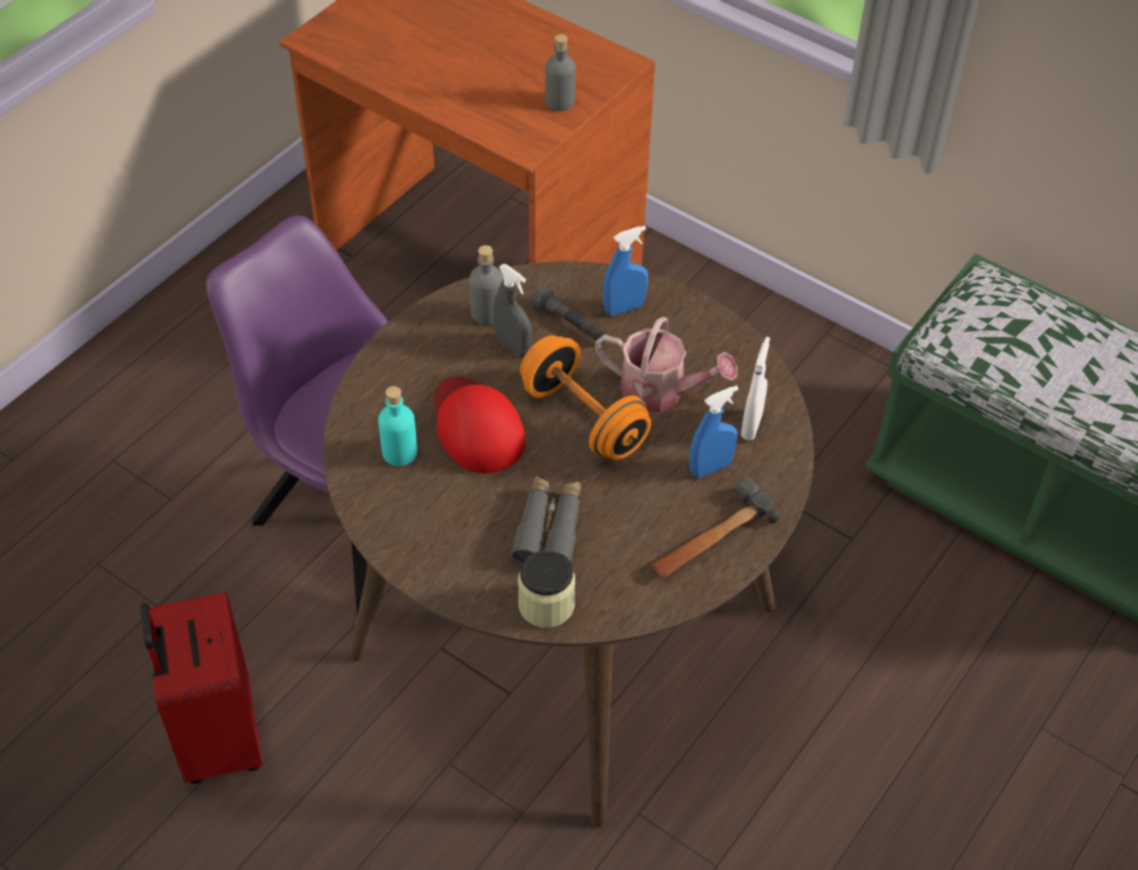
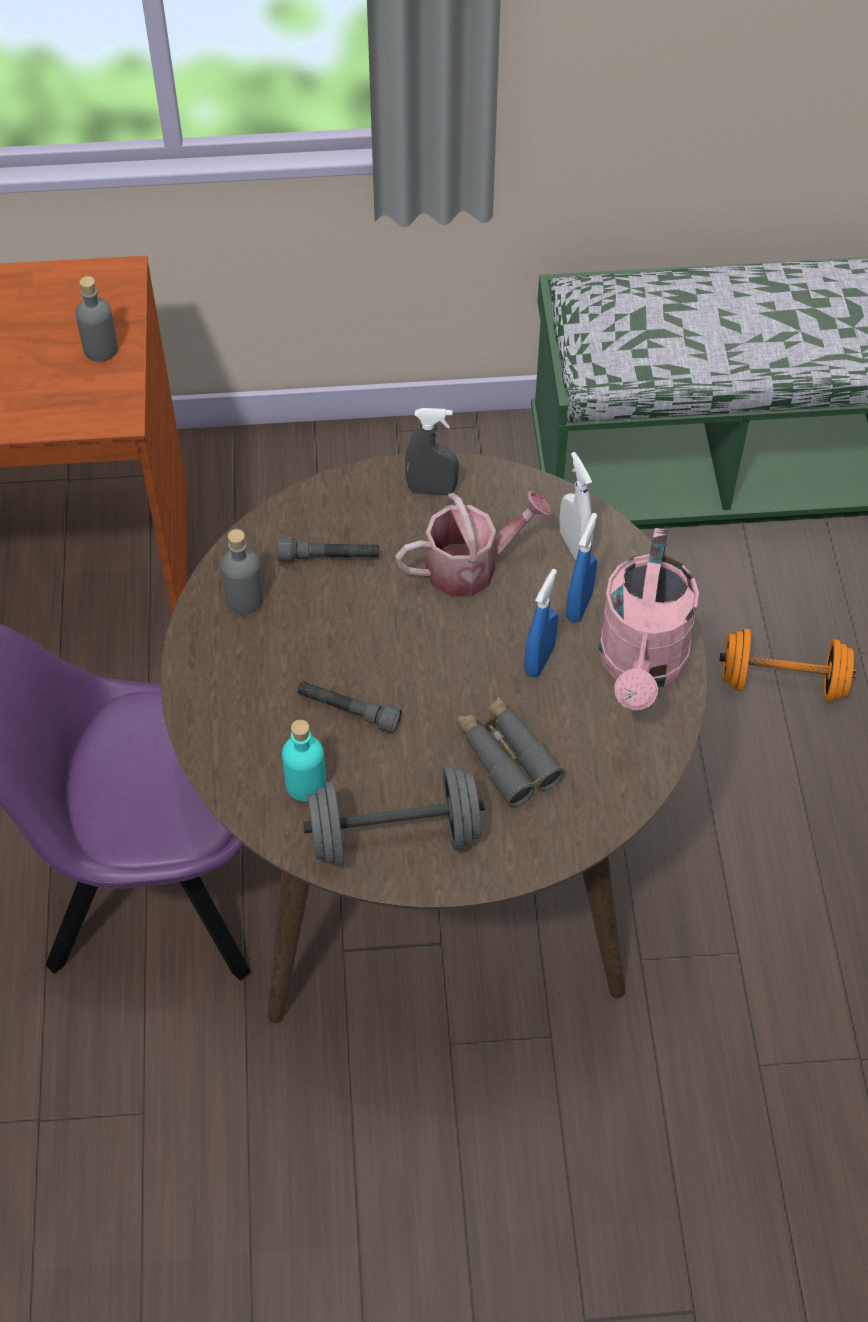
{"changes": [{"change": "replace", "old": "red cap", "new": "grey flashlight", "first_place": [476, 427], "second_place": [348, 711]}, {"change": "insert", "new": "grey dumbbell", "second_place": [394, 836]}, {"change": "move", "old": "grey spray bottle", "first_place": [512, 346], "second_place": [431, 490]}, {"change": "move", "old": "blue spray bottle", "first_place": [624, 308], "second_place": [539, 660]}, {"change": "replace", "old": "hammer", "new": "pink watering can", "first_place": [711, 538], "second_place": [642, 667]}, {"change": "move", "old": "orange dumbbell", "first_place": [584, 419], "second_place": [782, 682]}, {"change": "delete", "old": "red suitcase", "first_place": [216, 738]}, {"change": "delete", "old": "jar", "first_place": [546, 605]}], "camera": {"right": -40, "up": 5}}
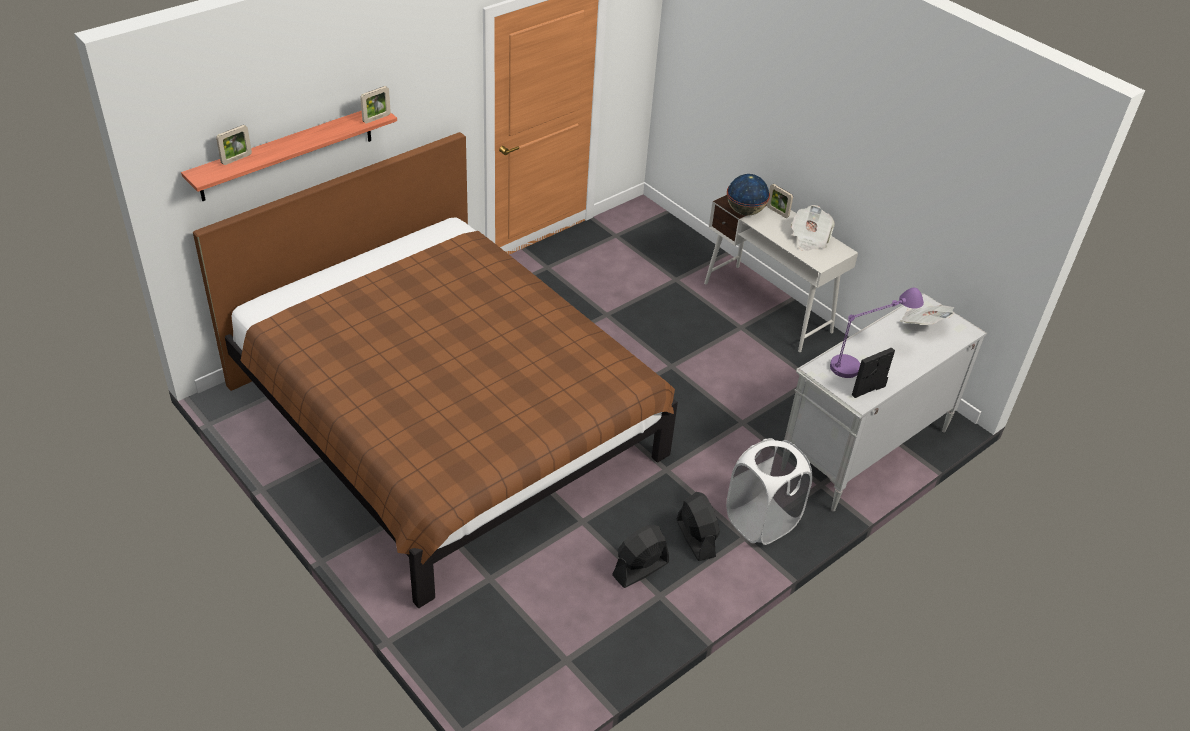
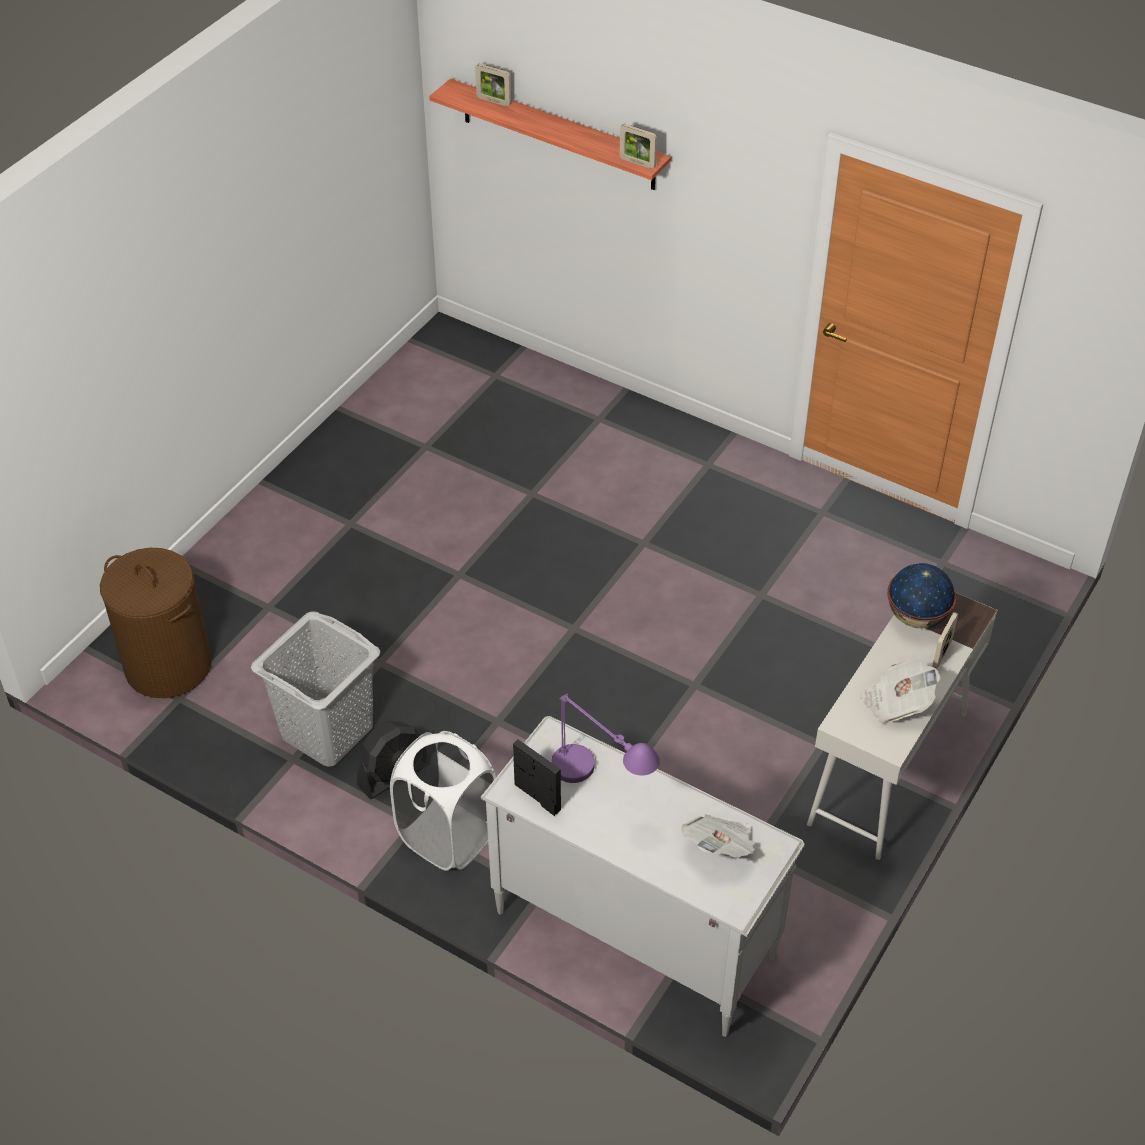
{"changes": [{"change": "insert", "new": "brown laundry basket", "second_place": [167, 666]}, {"change": "replace", "old": "black fan", "new": "grey laundry basket", "first_place": [640, 569], "second_place": [326, 732]}, {"change": "delete", "old": "brown bed", "first_place": [444, 422]}], "camera": {"right": 75, "up": 5}}
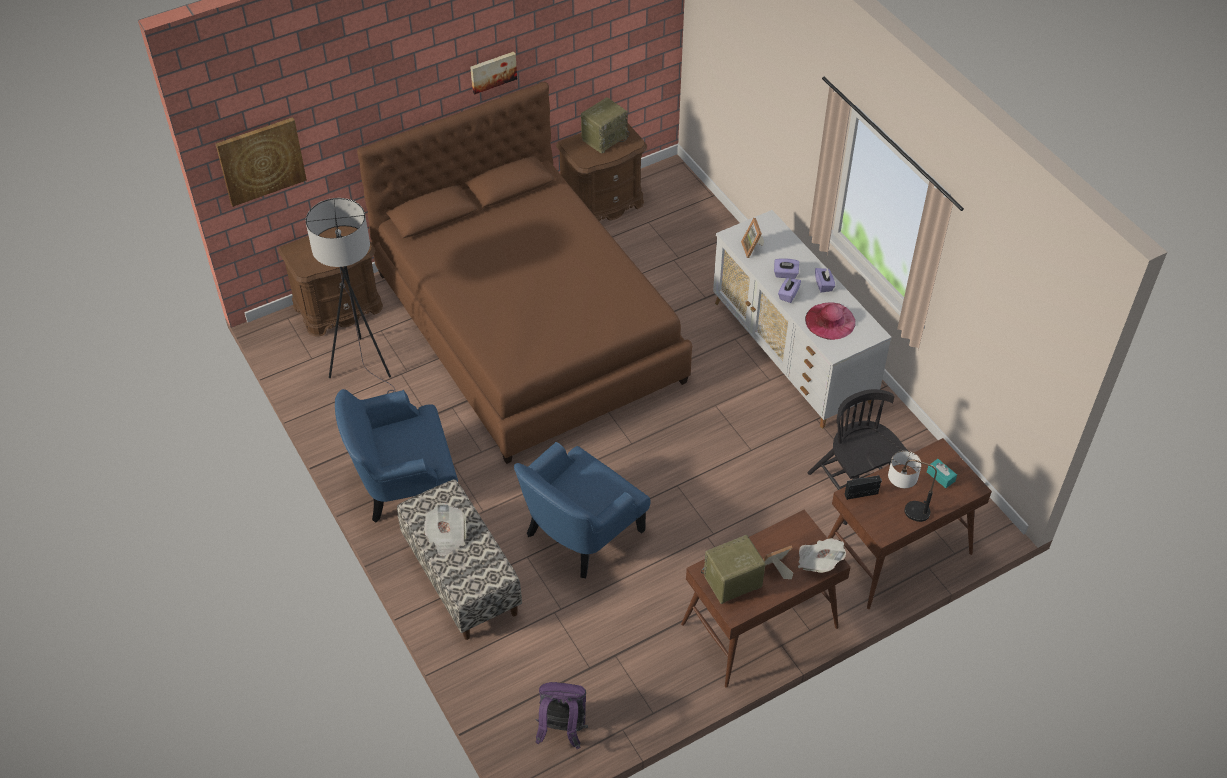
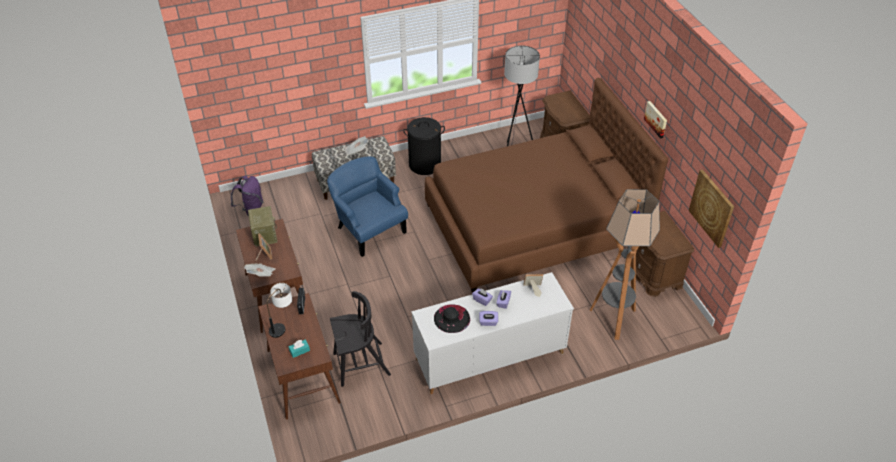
{"changes": [{"change": "replace", "old": "blue armchair", "new": "black laundry basket", "first_place": [403, 483], "second_place": [425, 164]}, {"change": "recolor", "old": "pink hat", "new": "black hat", "first_place": [830, 321], "second_place": [452, 318]}, {"change": "insert", "new": "floor lamp", "second_place": [613, 319]}, {"change": "move", "old": "picture", "first_place": [261, 160], "second_place": [712, 208]}, {"change": "delete", "old": "radio", "first_place": [604, 138]}], "camera": {"right": 100, "up": -5}}
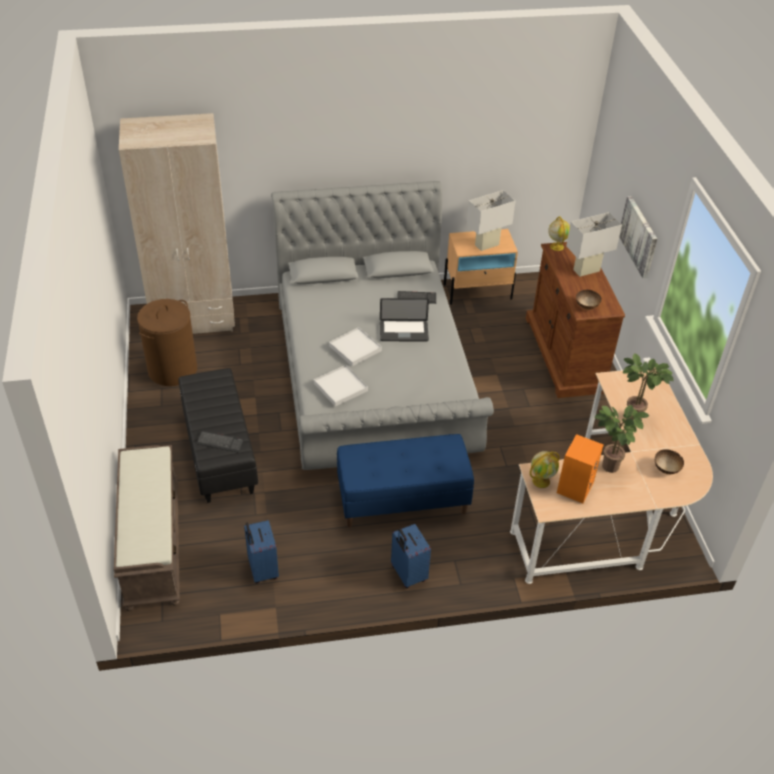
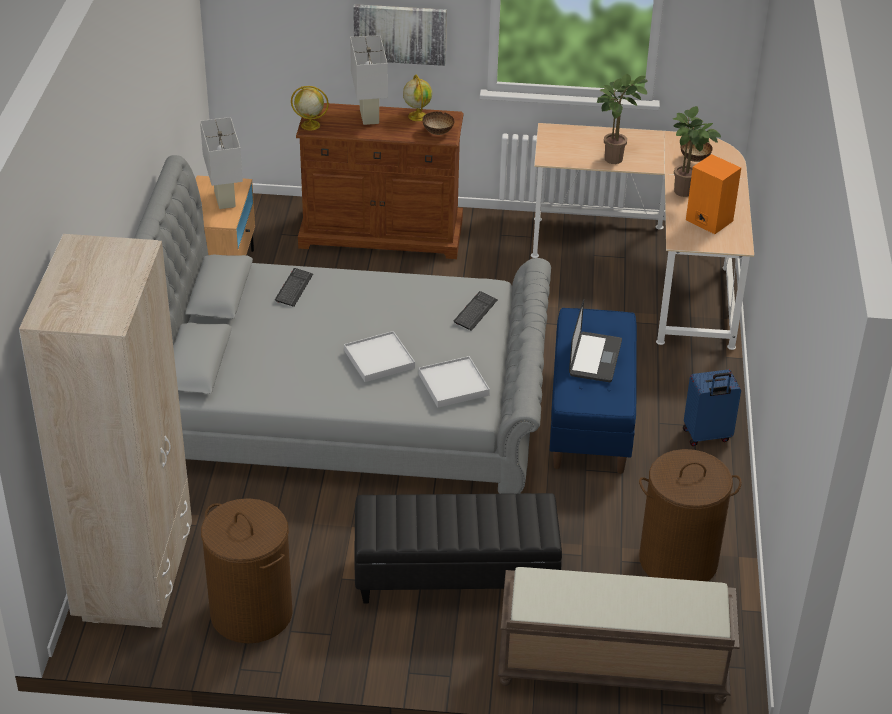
{"changes": [{"change": "move", "old": "globe", "first_place": [541, 481], "second_place": [417, 116]}, {"change": "move", "old": "keyboard", "first_place": [220, 442], "second_place": [475, 312]}, {"change": "move", "old": "laptop", "first_place": [403, 332], "second_place": [595, 358]}, {"change": "replace", "old": "blue suitcase", "new": "brown laundry basket", "first_place": [262, 570], "second_place": [678, 561]}], "camera": {"right": -75, "up": -5}}
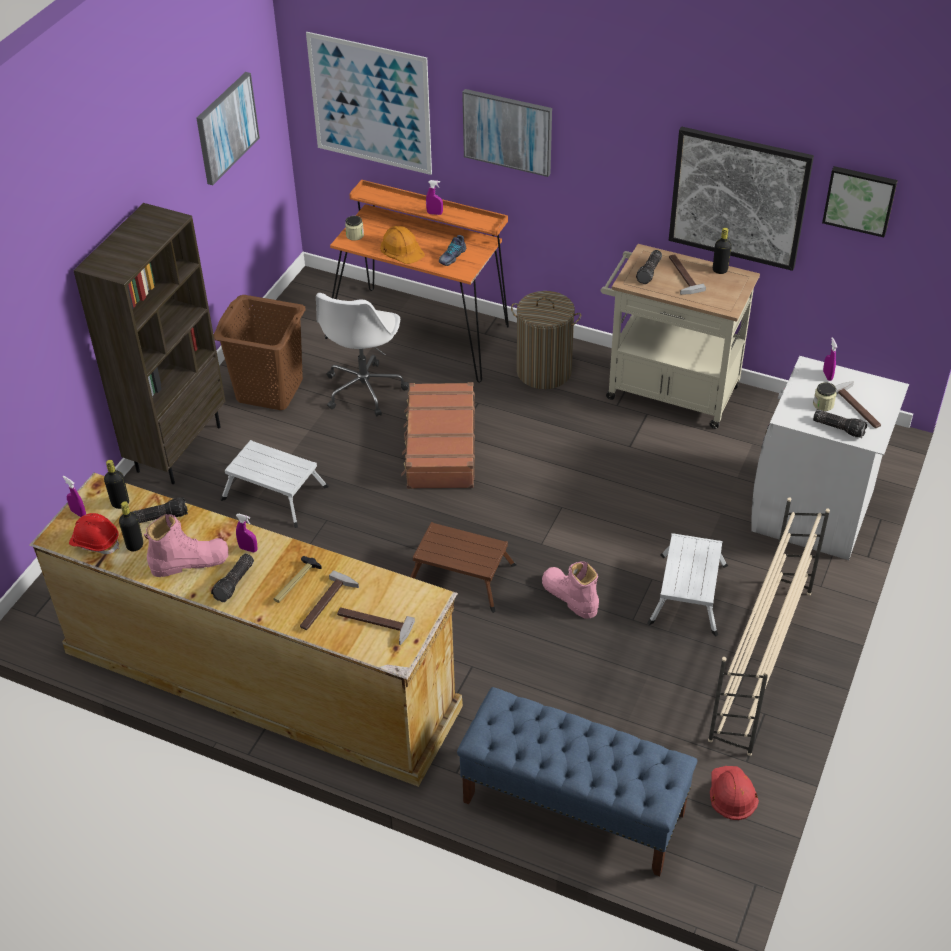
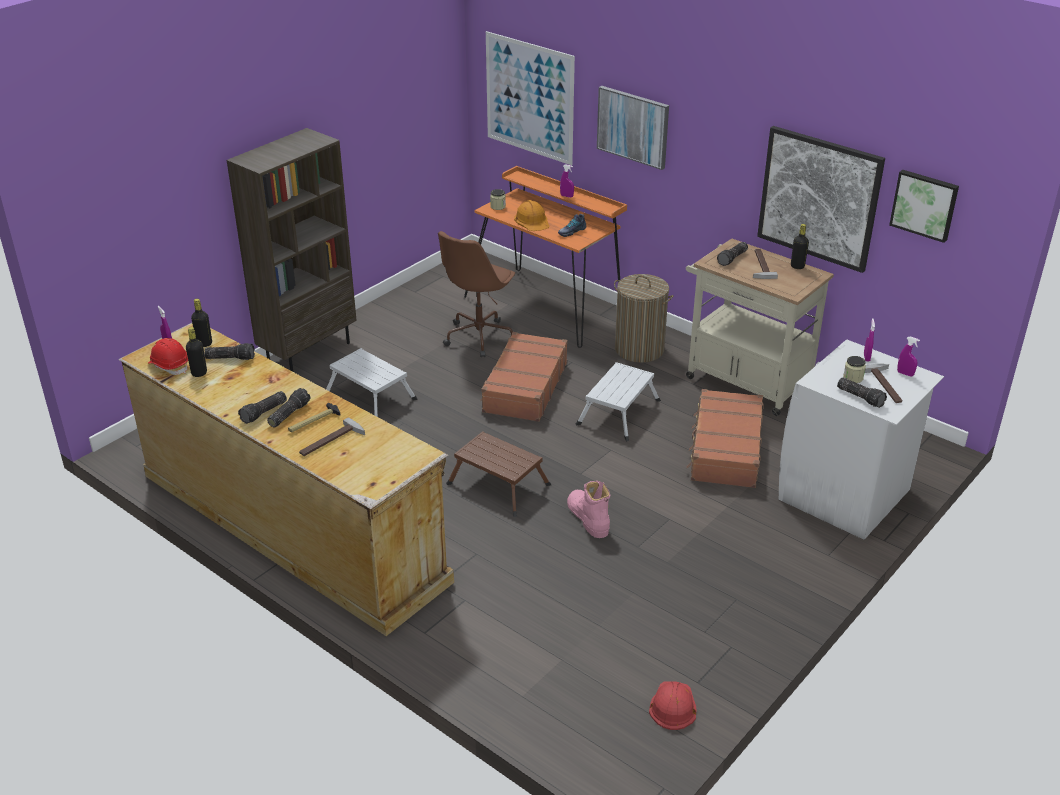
{"changes": [{"change": "insert", "new": "flashlight", "second_place": [288, 414]}, {"change": "recolor", "old": "white office chair", "new": "brown office chair", "first_place": [363, 392], "second_place": [478, 338]}, {"change": "move", "old": "white step ladder", "first_place": [688, 593], "second_place": [619, 412]}, {"change": "insert", "new": "brown suitcase", "second_place": [725, 449]}, {"change": "move", "old": "purple spray bottle", "first_place": [248, 549], "second_place": [905, 374]}, {"change": "delete", "old": "pink boot", "first_place": [190, 562]}, {"change": "delete", "old": "picture", "first_place": [226, 127]}, {"change": "delete", "old": "brown laundry basket", "first_place": [269, 390]}, {"change": "delete", "old": "hammer", "first_place": [373, 624]}, {"change": "delete", "old": "blue bench", "first_place": [572, 807]}, {"change": "delete", "old": "beige shoe rack", "first_place": [760, 664]}], "camera": {"right": 15, "up": -10}}
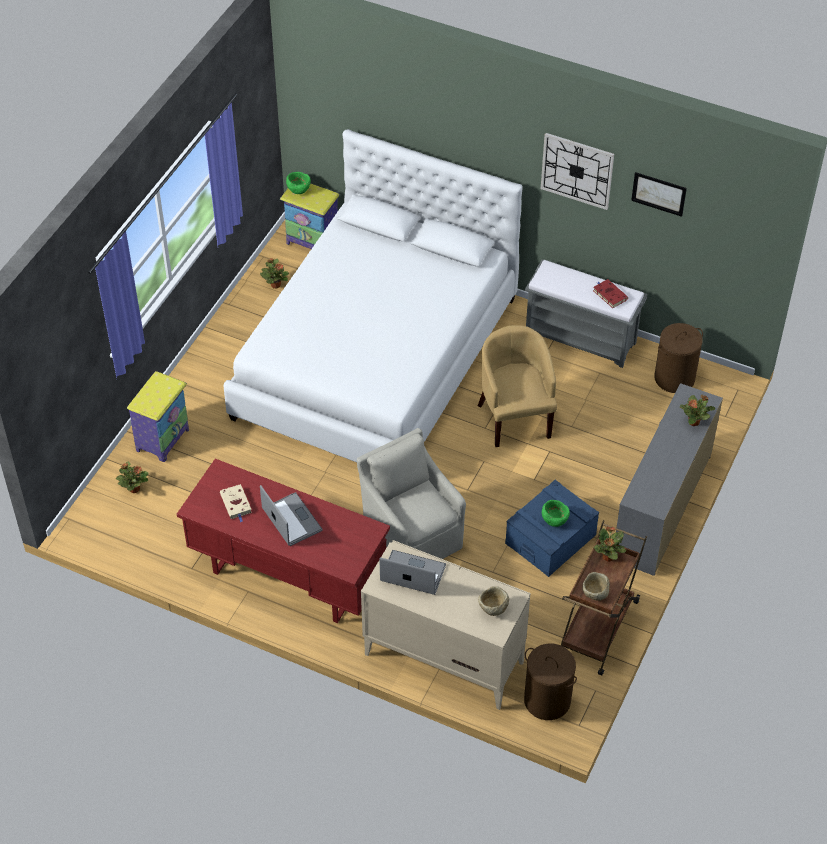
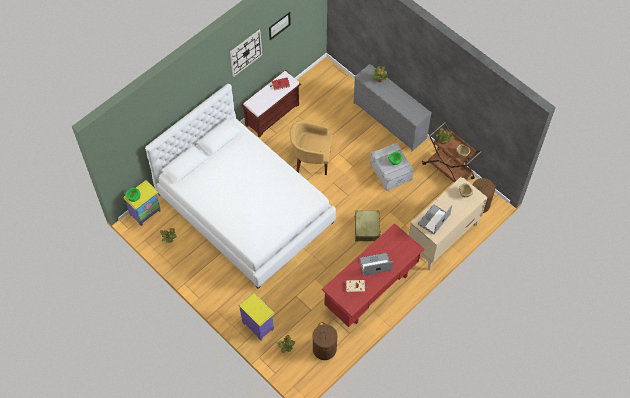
{"changes": [{"change": "recolor", "old": "grey bench", "new": "brown bench", "first_place": [582, 338], "second_place": [272, 114]}, {"change": "move", "old": "brown laundry basket", "first_place": [674, 378], "second_place": [324, 348]}, {"change": "replace", "old": "beige armchair", "new": "beige suitcase", "first_place": [411, 536], "second_place": [366, 228]}, {"change": "recolor", "old": "blue storage box", "new": "grey storage box", "first_place": [550, 539], "second_place": [391, 171]}], "camera": {"right": -70, "up": 10}}
